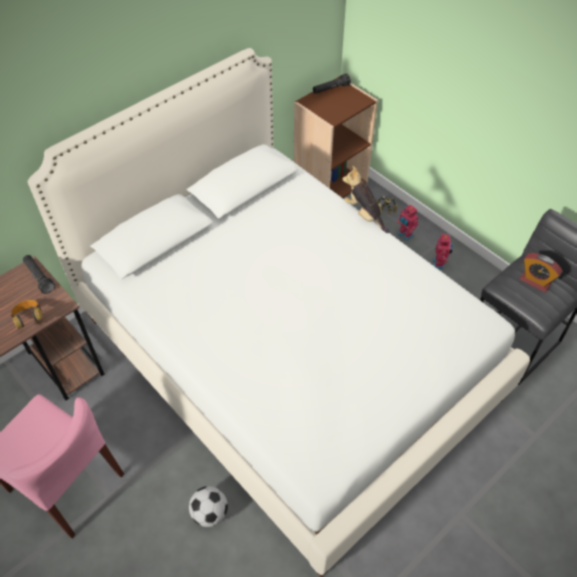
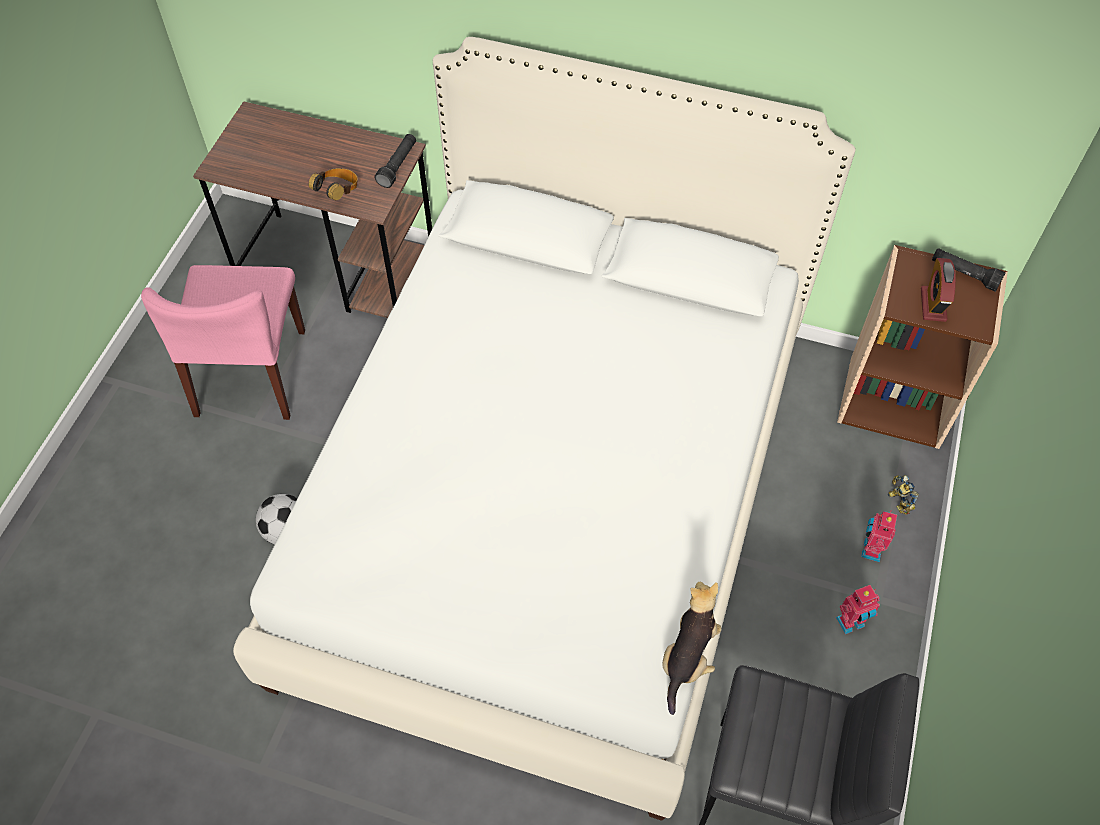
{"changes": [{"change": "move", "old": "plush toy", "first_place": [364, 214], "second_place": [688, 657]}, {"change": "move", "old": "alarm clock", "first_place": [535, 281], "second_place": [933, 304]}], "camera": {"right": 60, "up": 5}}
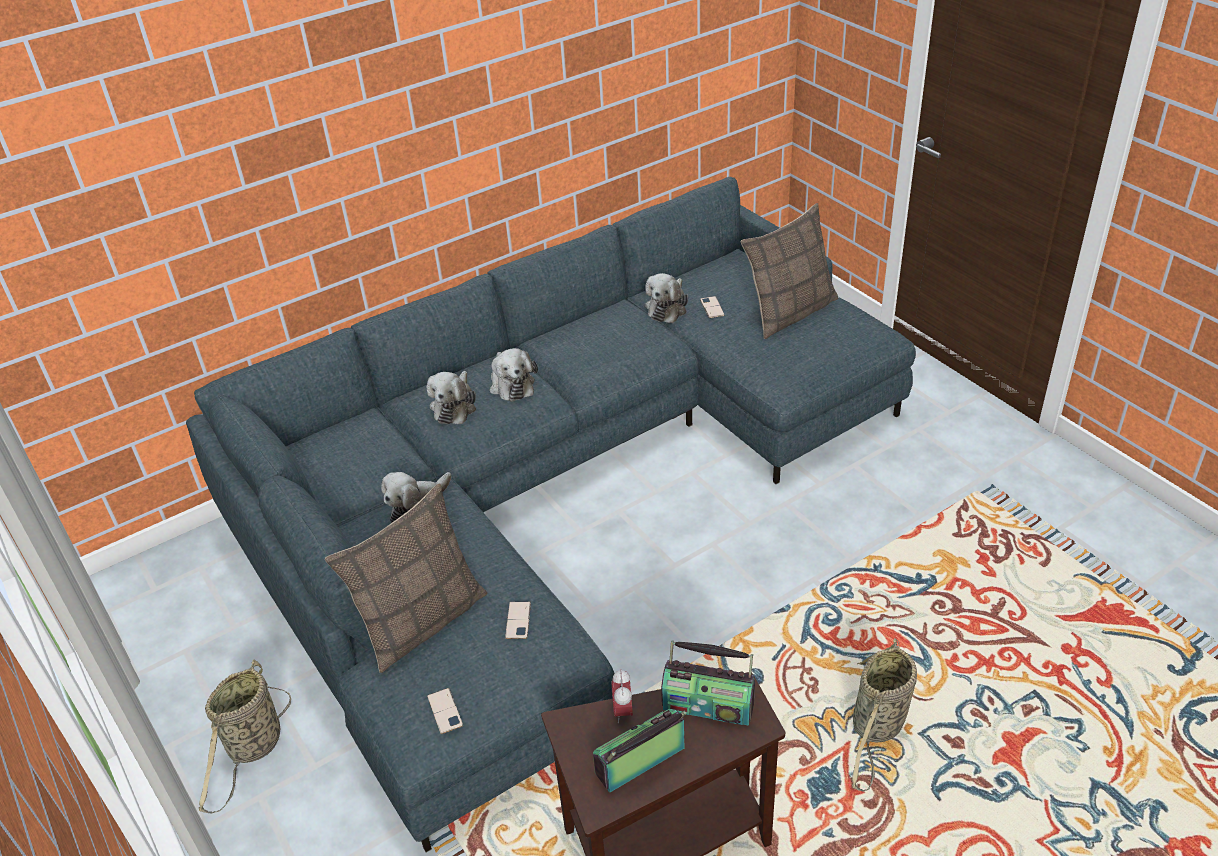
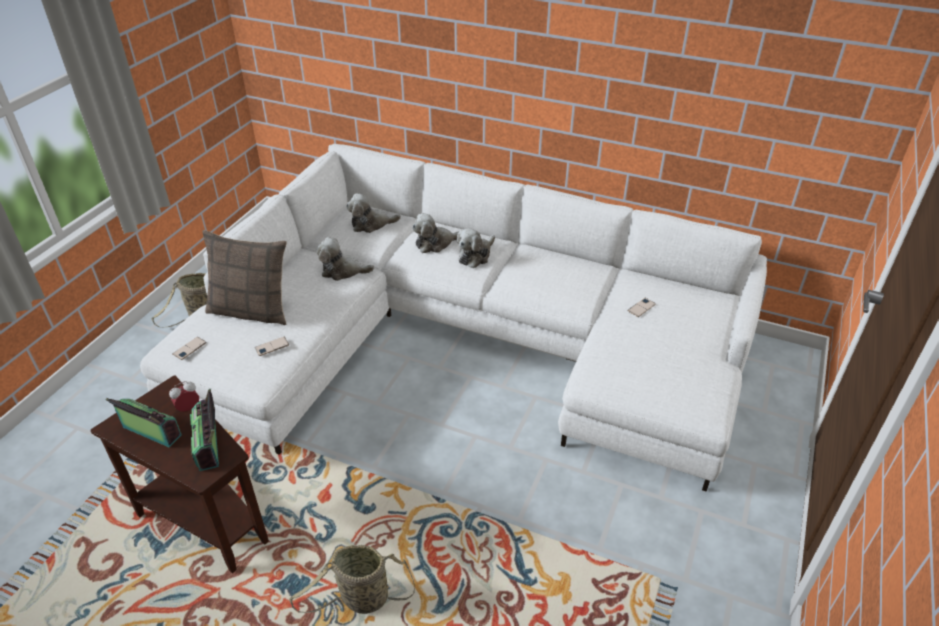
{"changes": [{"change": "recolor", "old": "blue sofa", "new": "white sofa", "first_place": [554, 492], "second_place": [463, 340]}, {"change": "move", "old": "plush toy", "first_place": [667, 308], "second_place": [371, 224]}, {"change": "delete", "old": "pillow", "first_place": [789, 312]}], "camera": {"right": 55, "up": 0}}
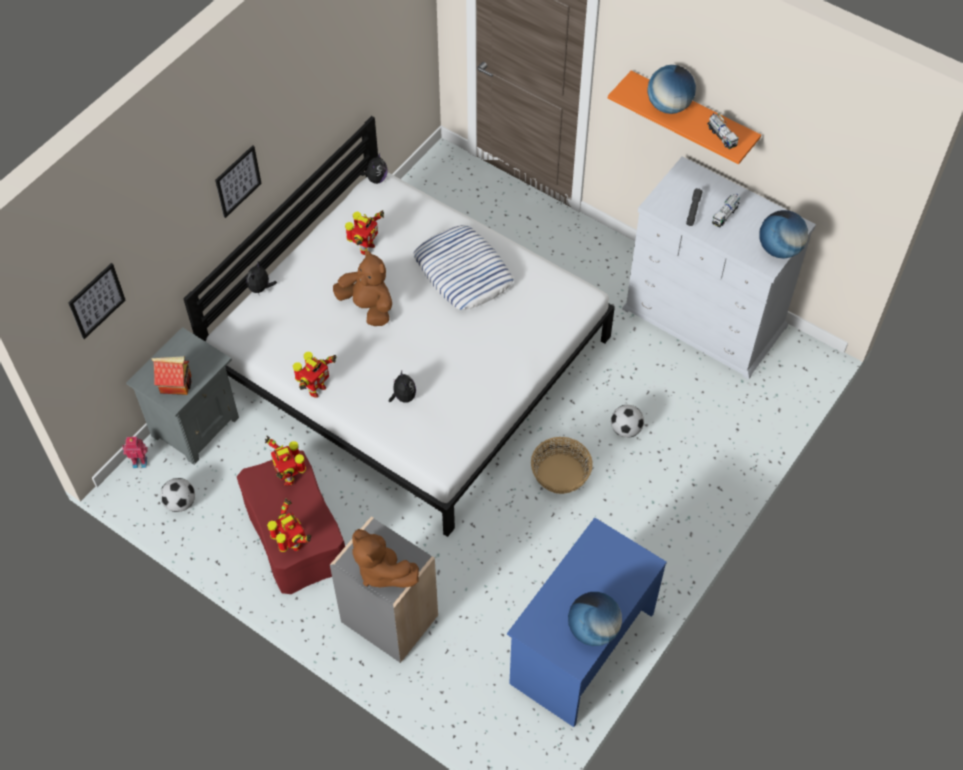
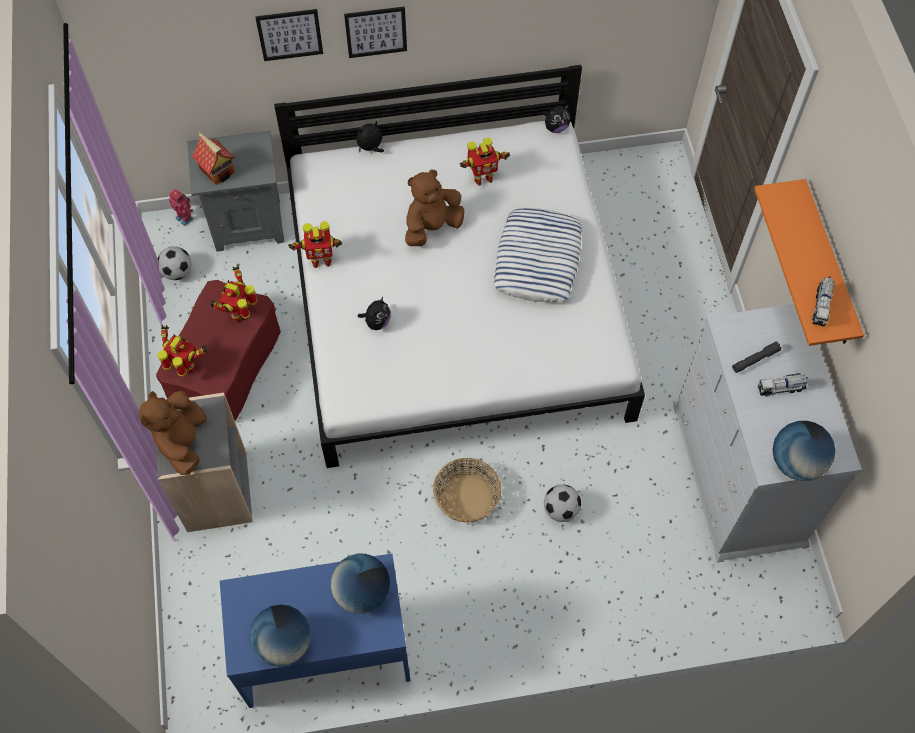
{"changes": [{"change": "rotate", "old": "toy robot", "first_place": [293, 544], "second_place": [186, 368], "degrees": -75}, {"change": "move", "old": "picture", "first_place": [96, 300], "second_place": [290, 34]}, {"change": "move", "old": "globe", "first_place": [668, 106], "second_place": [362, 592]}, {"change": "rotate", "old": "brown plush toy", "first_place": [368, 307], "second_place": [432, 227], "degrees": -120}], "camera": {"right": 45, "up": 5}}
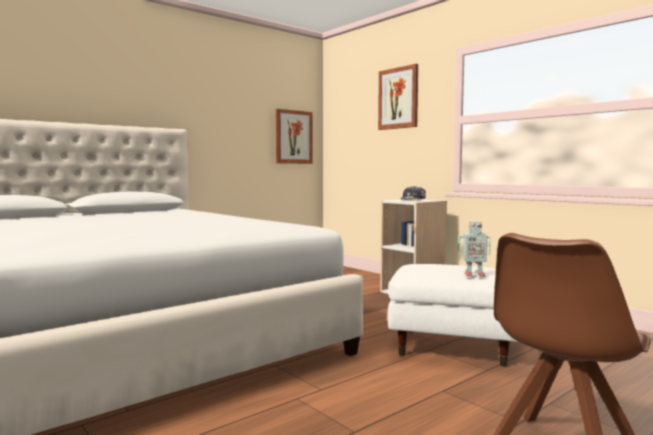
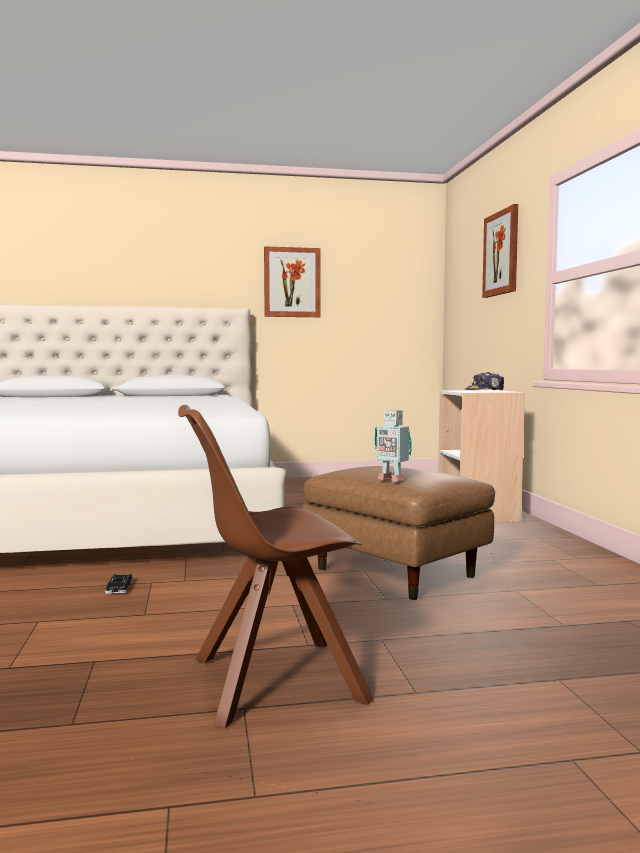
{"changes": [{"change": "insert", "new": "black toy car", "second_place": [119, 587]}, {"change": "move", "old": "picture", "first_place": [293, 137], "second_place": [292, 282]}, {"change": "recolor", "old": "white ottoman", "new": "brown ottoman", "first_place": [455, 348], "second_place": [396, 574]}], "camera": {"right": 30, "up": 0}}
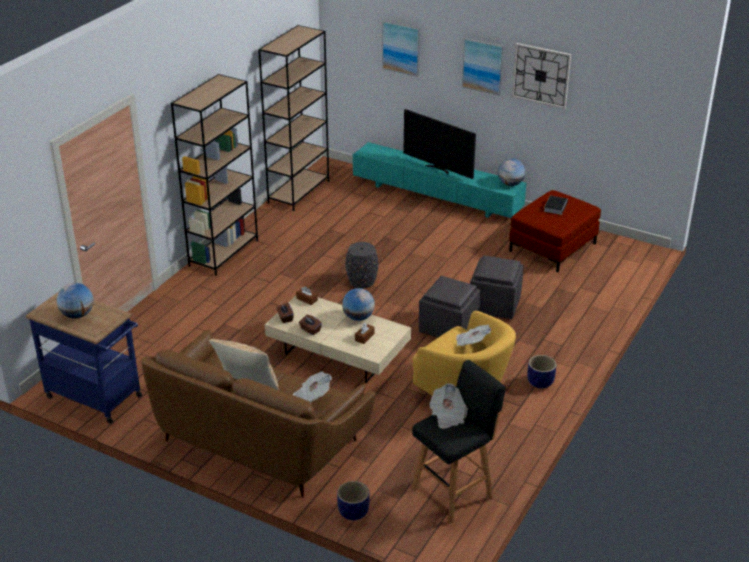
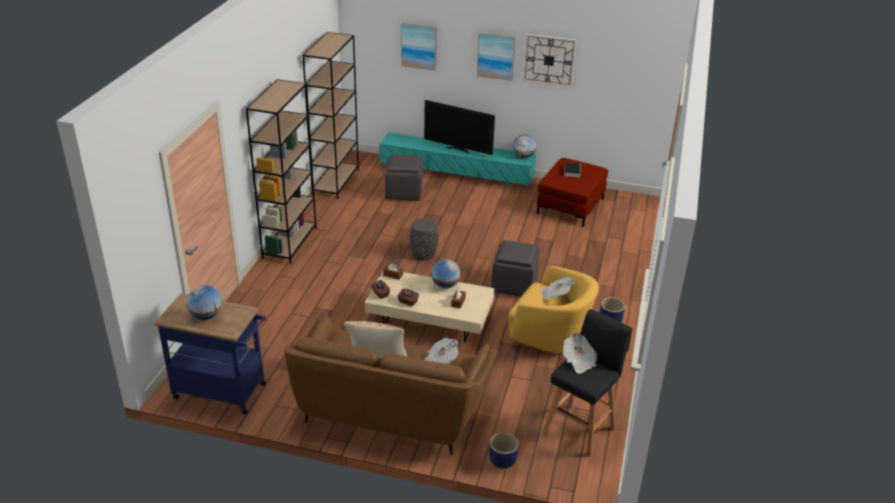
{"changes": [{"change": "move", "old": "grey ottoman", "first_place": [495, 305], "second_place": [404, 192]}], "camera": {"right": -15, "up": 0}}
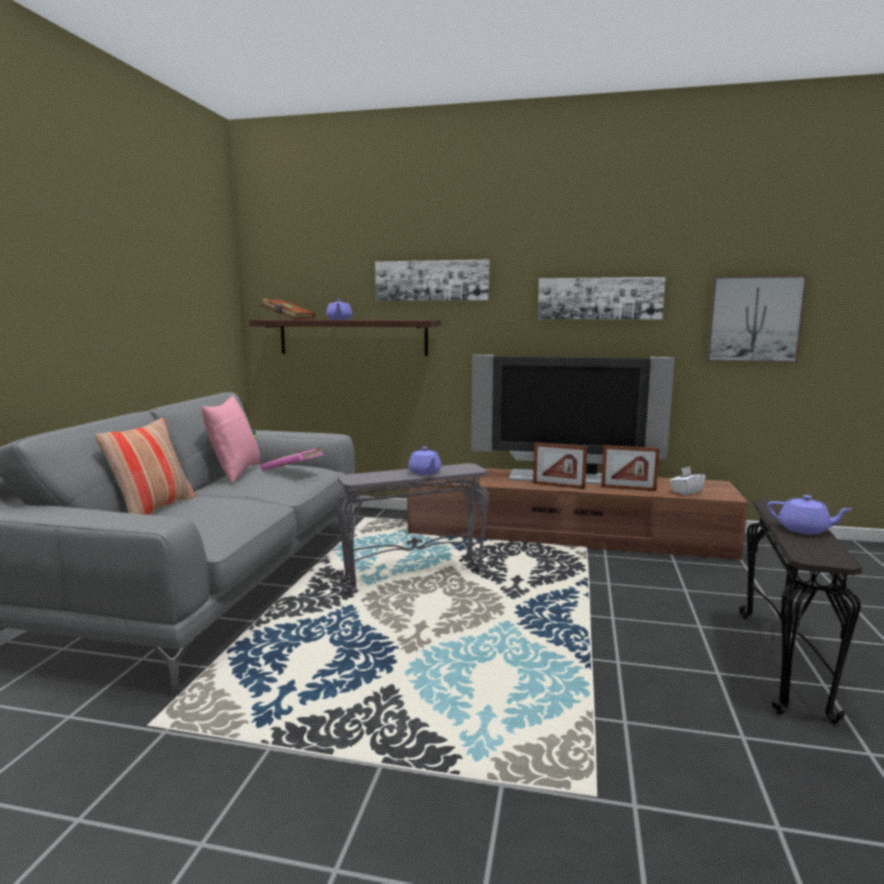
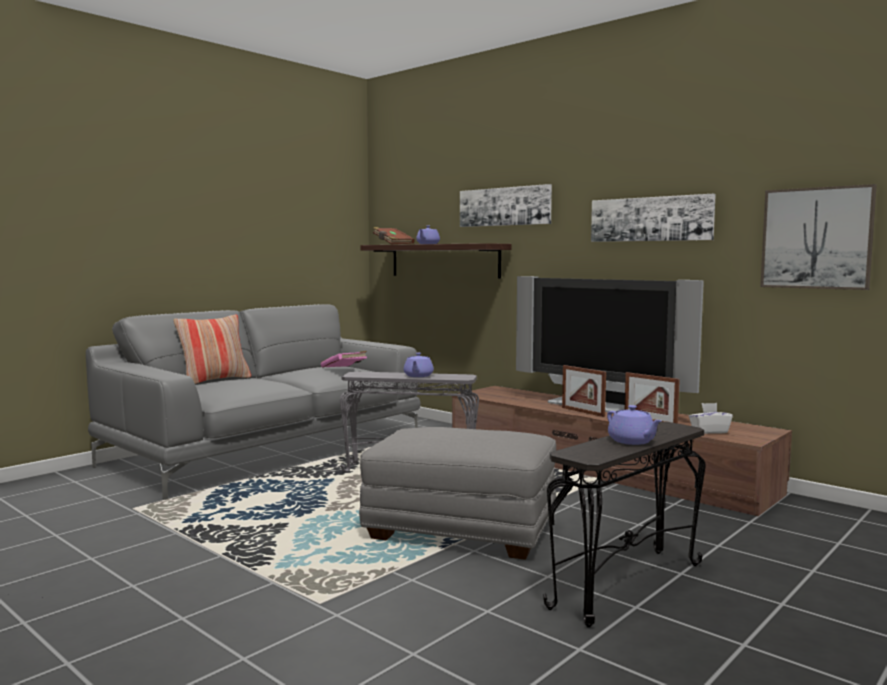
{"changes": [{"change": "insert", "new": "grey ottoman", "second_place": [461, 531]}, {"change": "delete", "old": "pink pillow", "first_place": [235, 473]}], "camera": {"right": 30, "up": -5}}
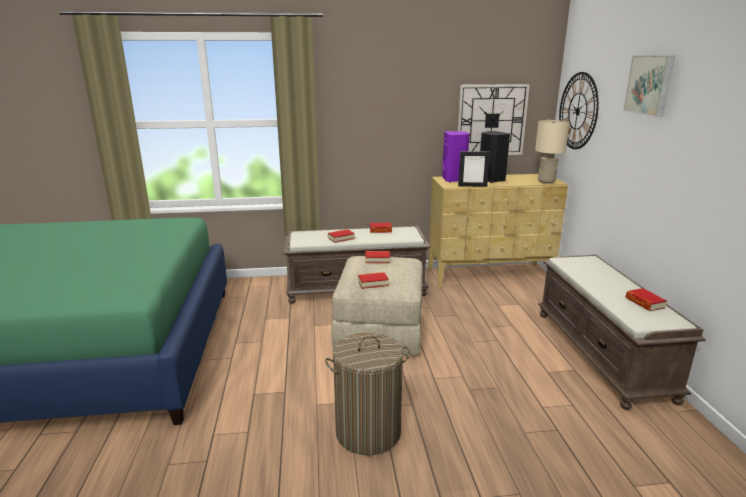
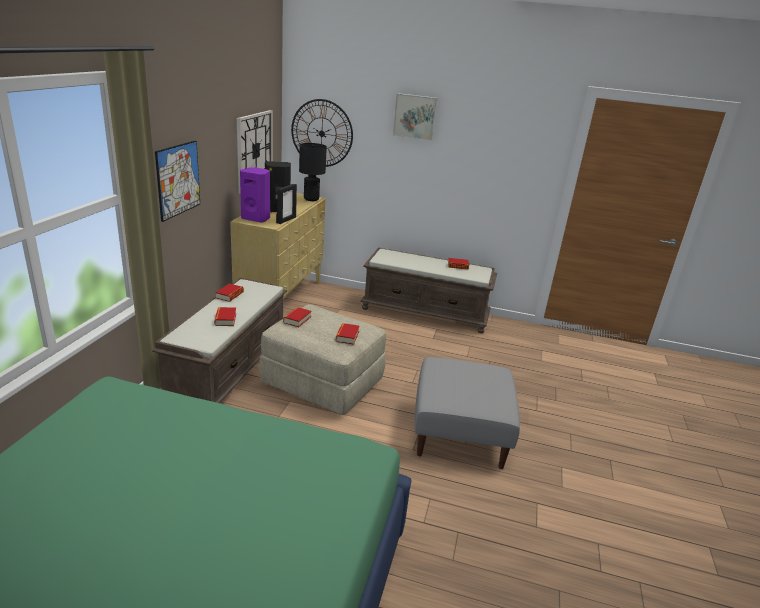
{"changes": [{"change": "insert", "new": "picture", "second_place": [178, 179]}, {"change": "recolor", "old": "beige table lamp", "new": "black table lamp", "first_place": [546, 182], "second_place": [311, 200]}, {"change": "replace", "old": "laundry basket", "new": "grey ottoman", "first_place": [368, 432], "second_place": [460, 433]}], "camera": {"right": -70, "up": 5}}
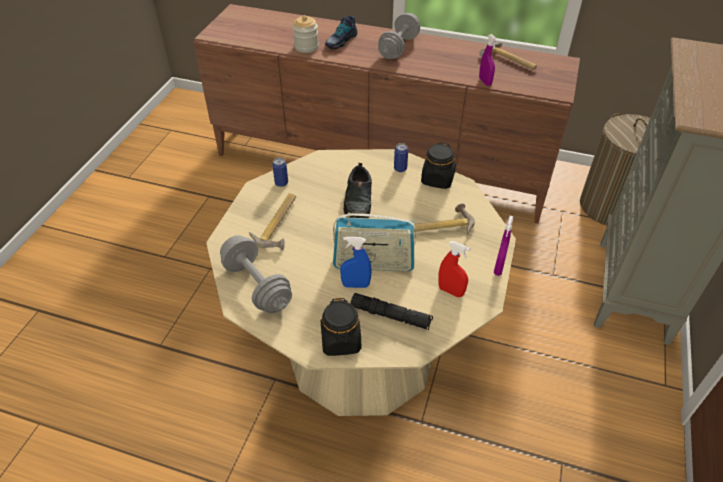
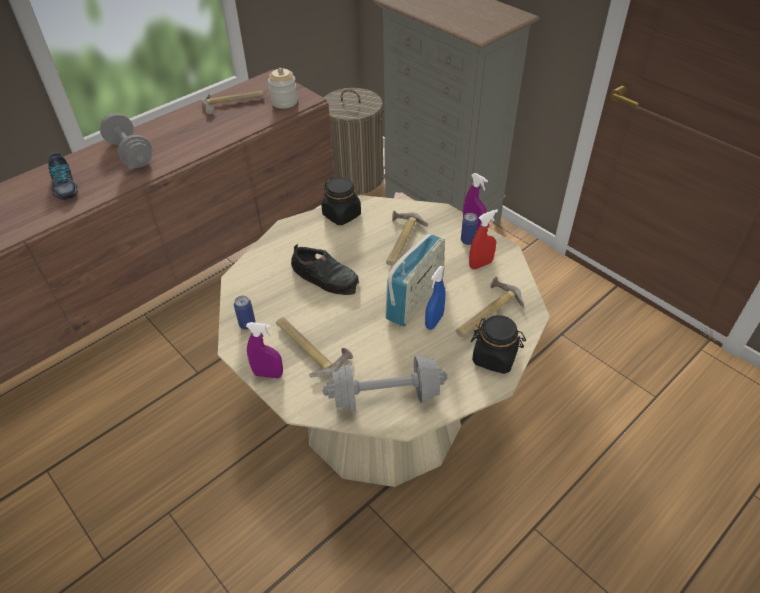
{"changes": [{"change": "move", "old": "purple spray bottle", "first_place": [485, 82], "second_place": [268, 374]}, {"change": "move", "old": "jar", "first_place": [306, 47], "second_place": [284, 102]}, {"change": "replace", "old": "black flashlight", "new": "hammer", "first_place": [391, 315], "second_place": [485, 312]}, {"change": "move", "old": "can", "first_place": [400, 168], "second_place": [468, 241]}], "camera": {"right": -60, "up": 0}}
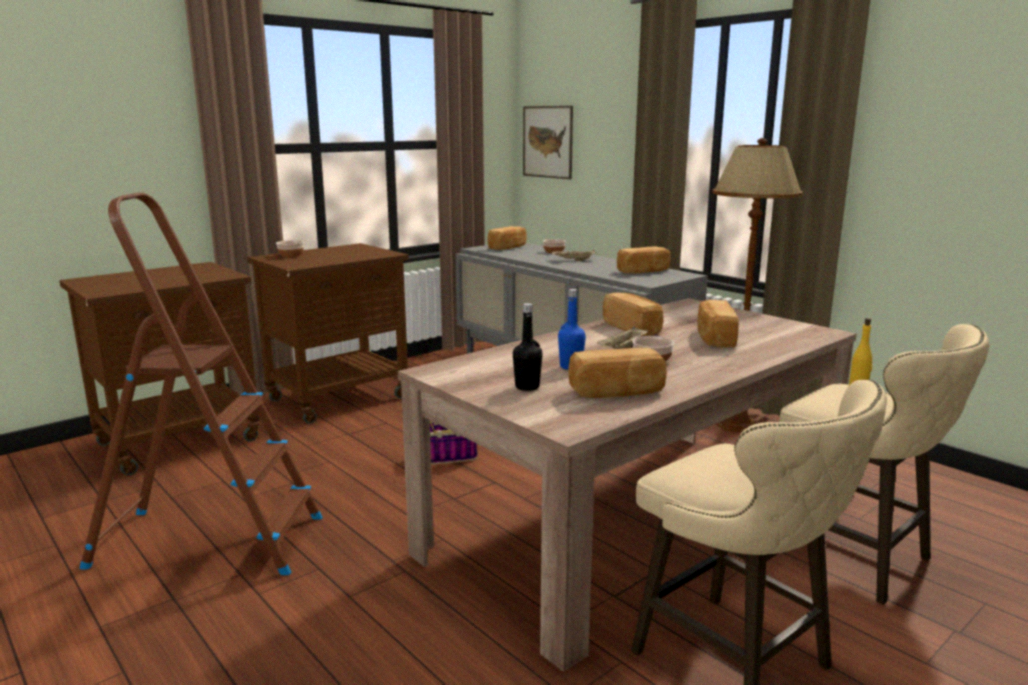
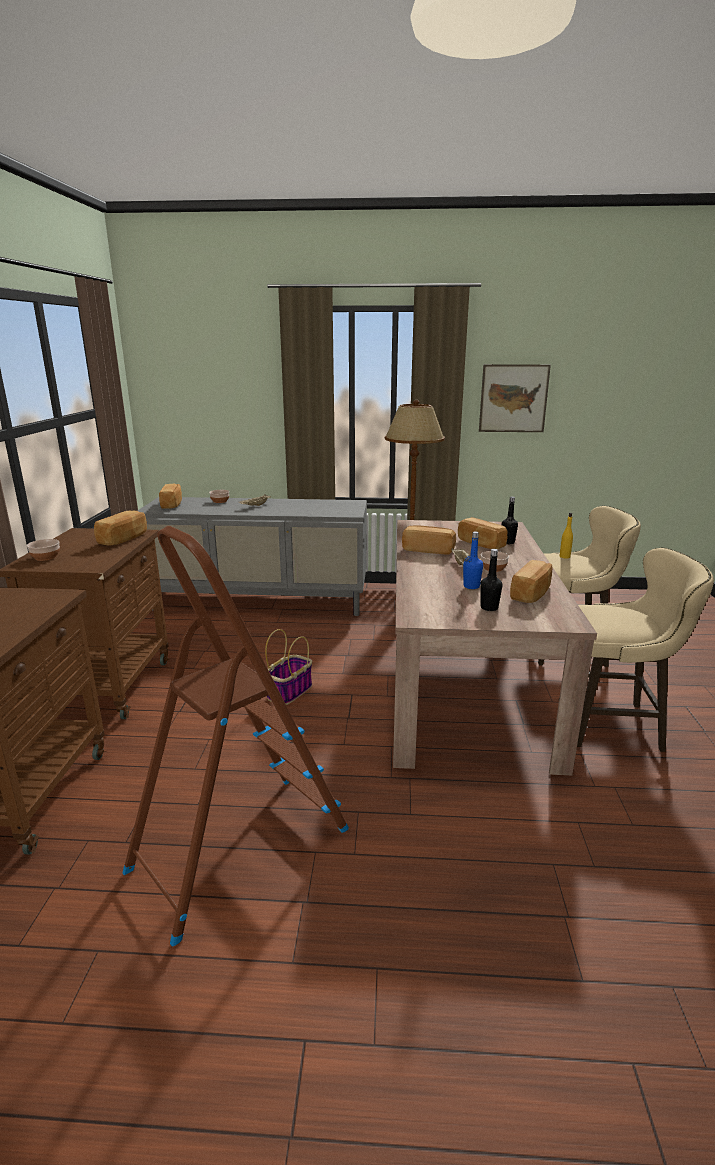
{"changes": [{"change": "move", "old": "bread", "first_place": [644, 271], "second_place": [124, 539]}, {"change": "move", "old": "picture", "first_place": [547, 142], "second_place": [513, 398]}, {"change": "insert", "new": "black bottle", "second_place": [508, 542]}], "camera": {"right": -45, "up": 5}}
